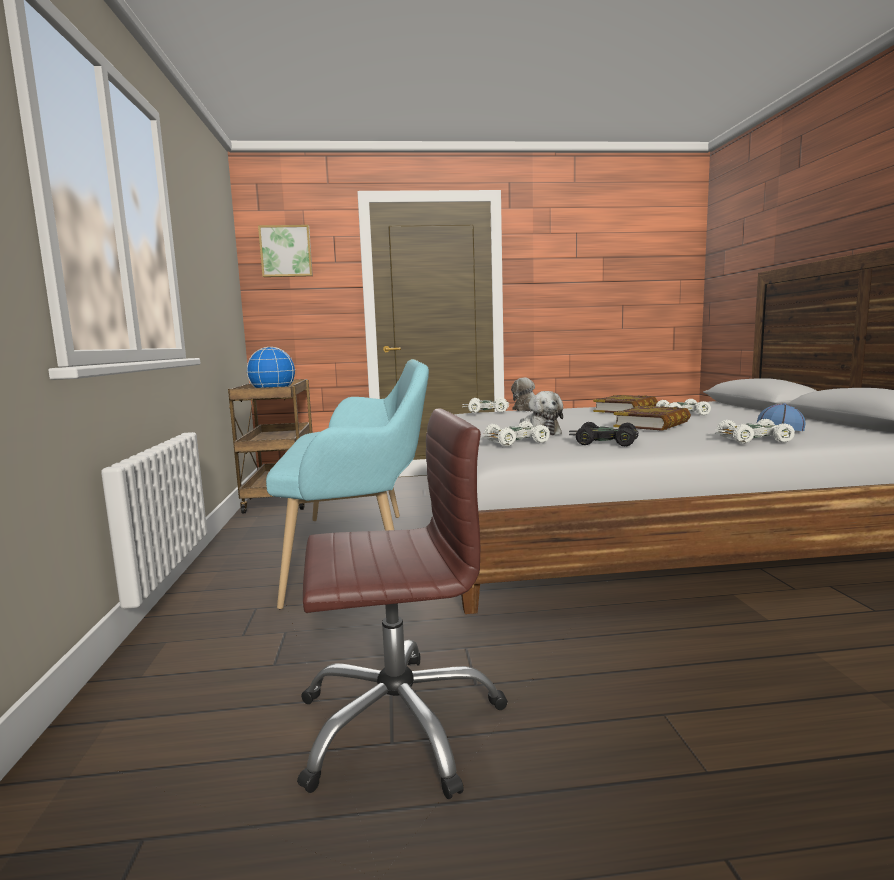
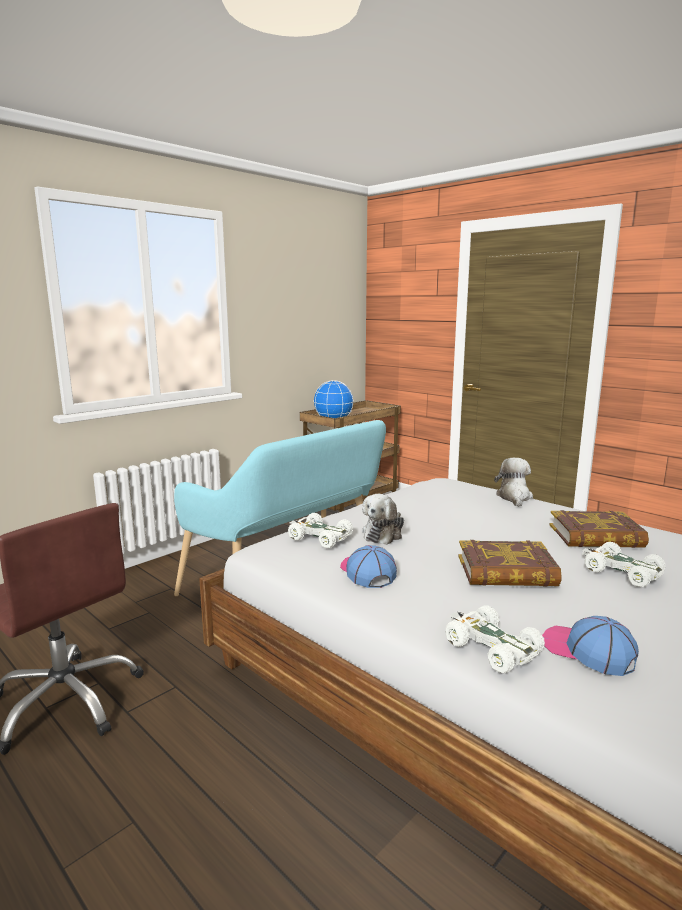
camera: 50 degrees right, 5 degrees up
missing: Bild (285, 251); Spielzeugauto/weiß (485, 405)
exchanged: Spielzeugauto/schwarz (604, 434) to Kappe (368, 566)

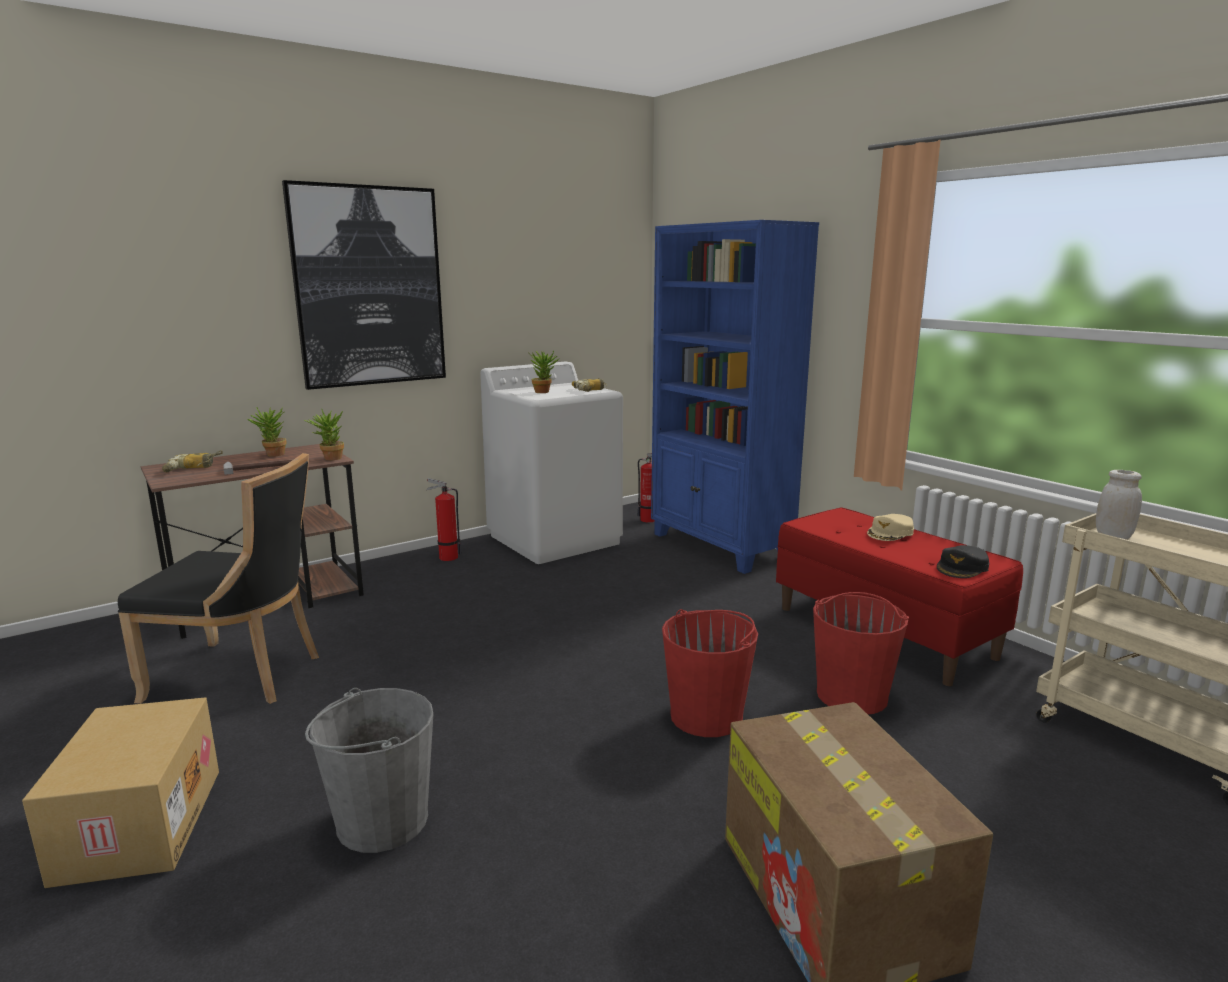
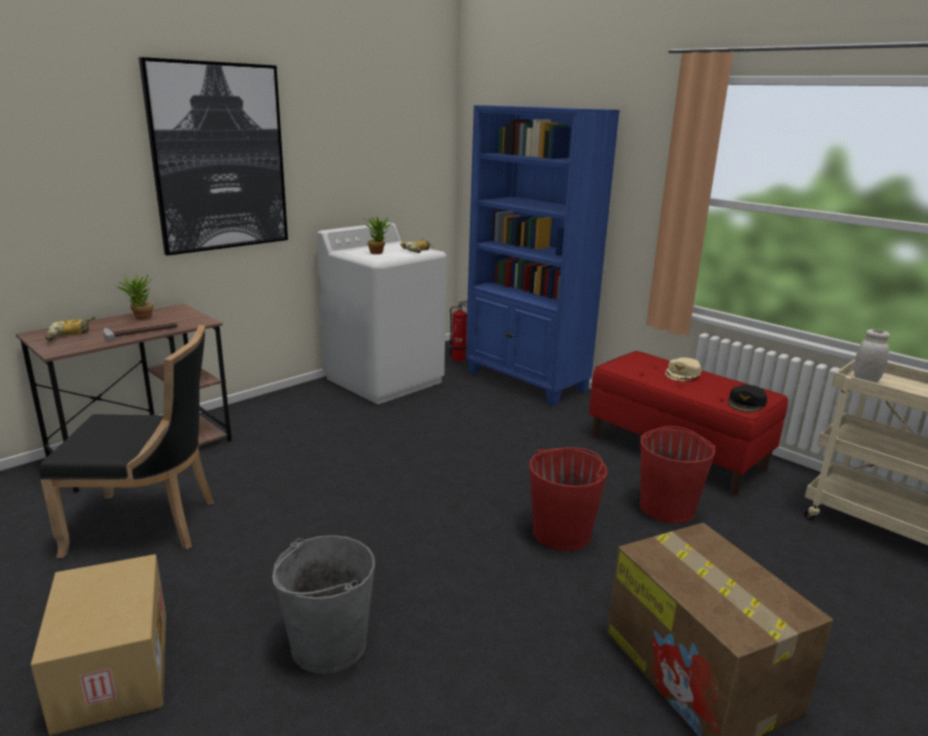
camera: 10 degrees left, 5 degrees up
missing: Topfpflanze (324, 434); Feuerlöscher (443, 519)

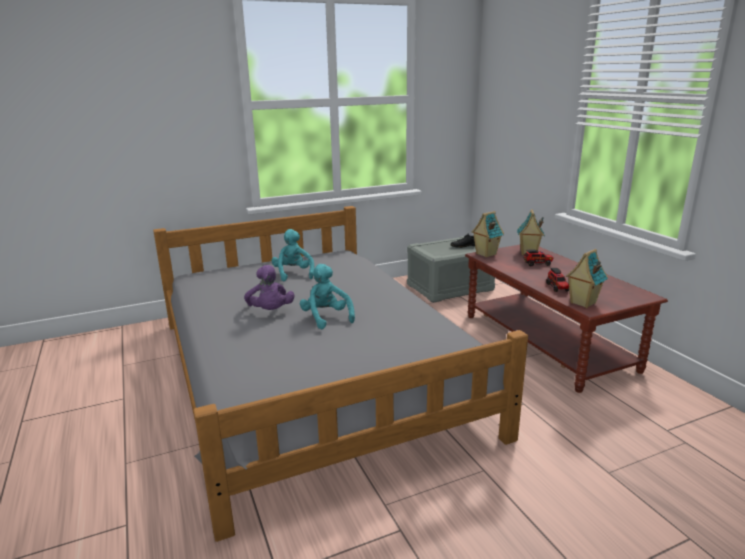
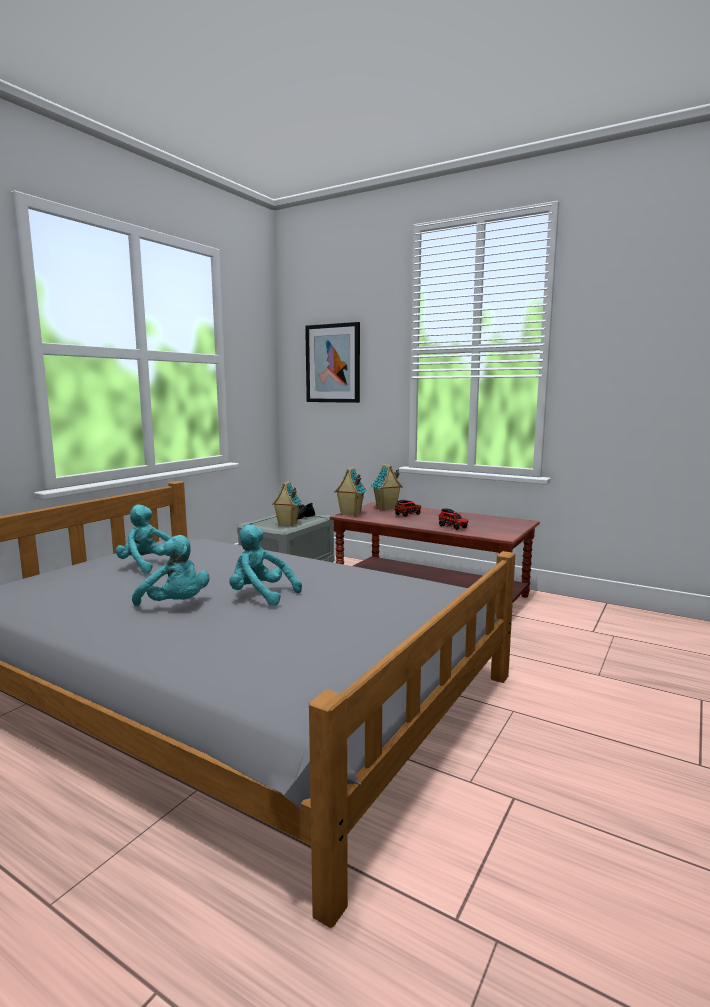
camera: 35 degrees left, 10 degrees down
appeared: Bild (332, 362)
relocated: Spielzeughaus (587, 278) to (287, 504)
colour: Plüschtier/lila (269, 287) to Plüschtier/türkis (170, 570)

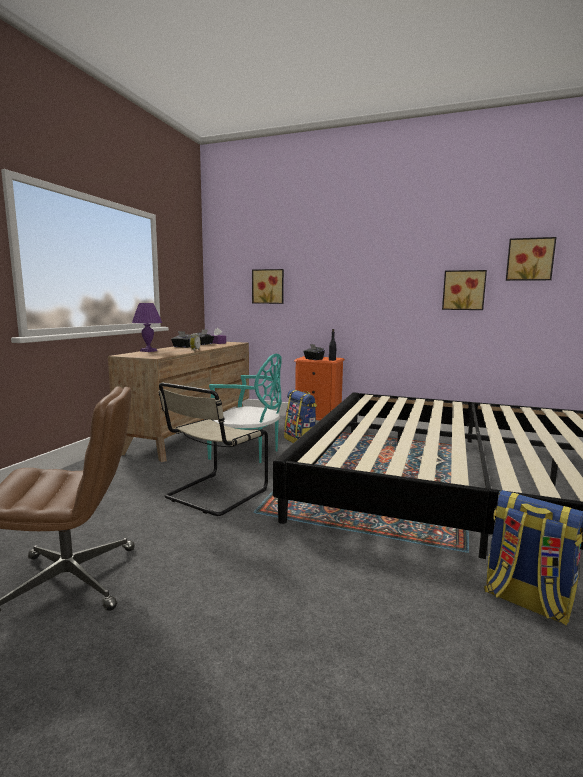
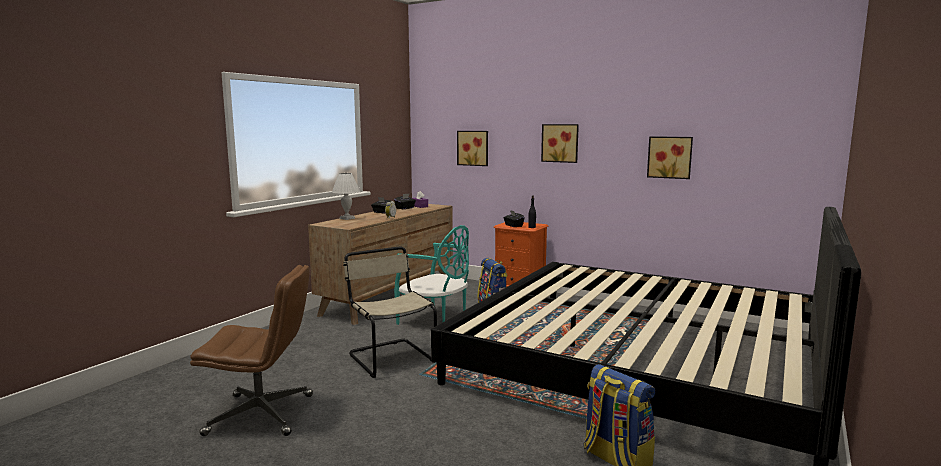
camera: 10 degrees right, 0 degrees up
relocated: Bild (531, 259) to (560, 143)
colour: Tischlampe/lila (147, 327) to Tischlampe/weiß (346, 196)
spun: Stuhl/beige (213, 449) = (390, 312) 105 degrees clockwise

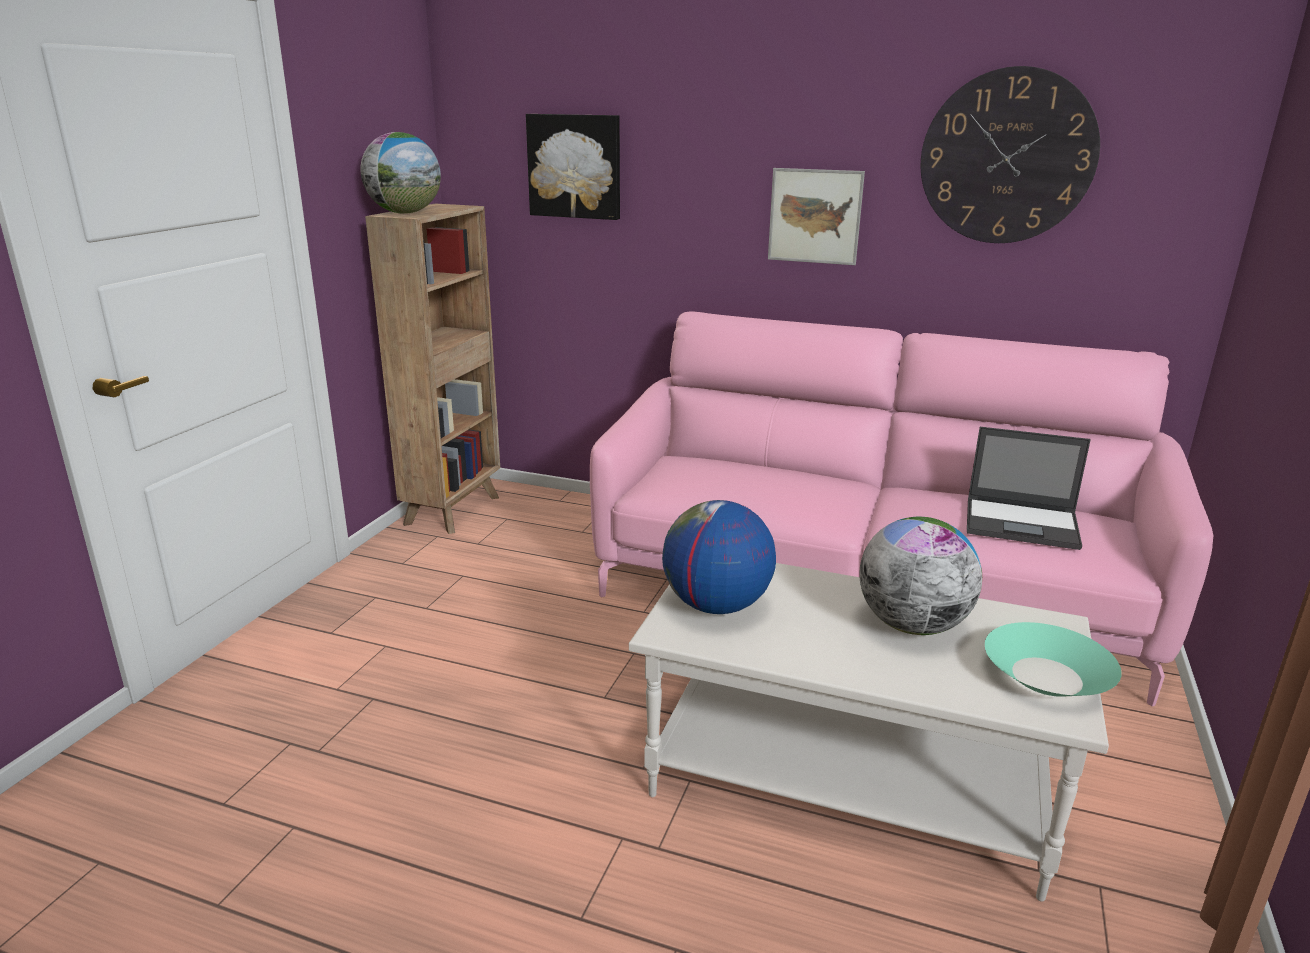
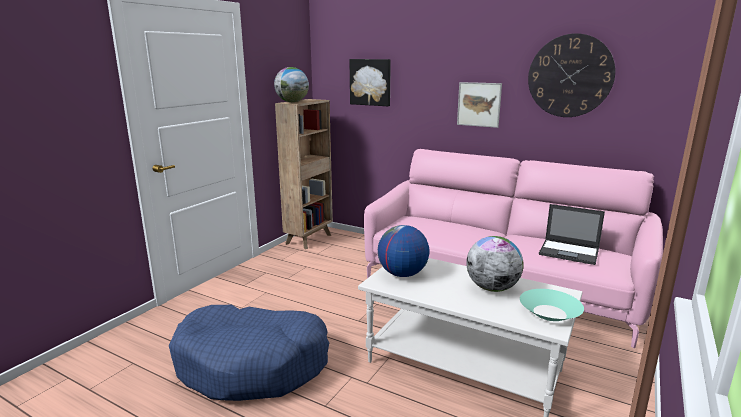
camera: 10 degrees right, 5 degrees down
appeared: Hundebett/blau (249, 353)

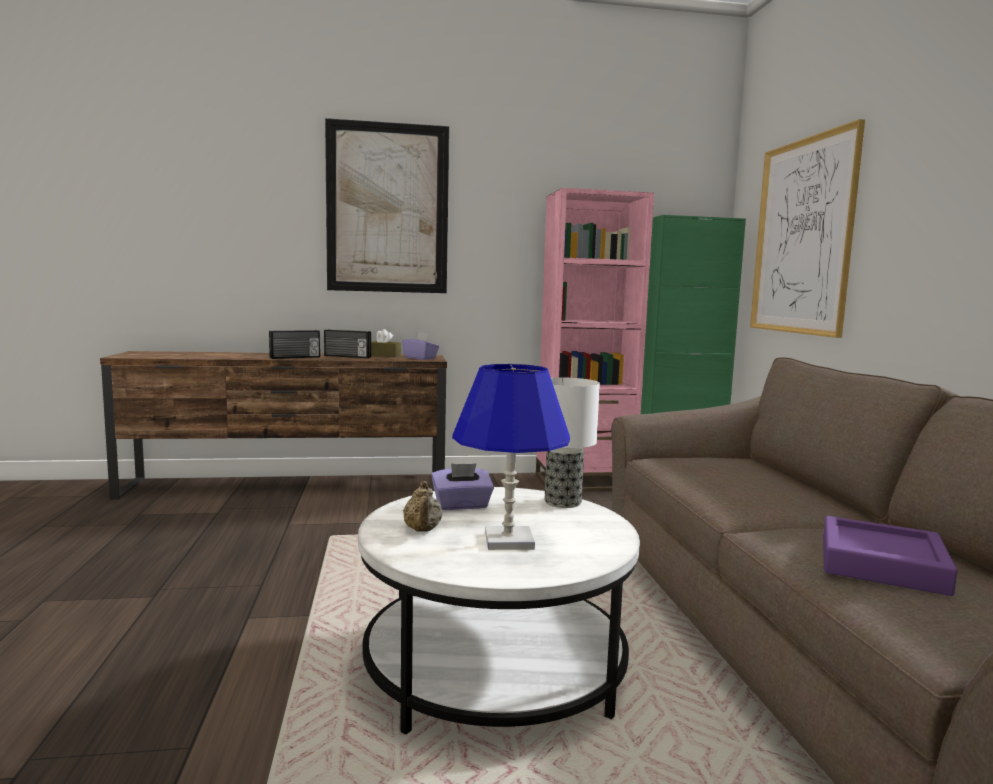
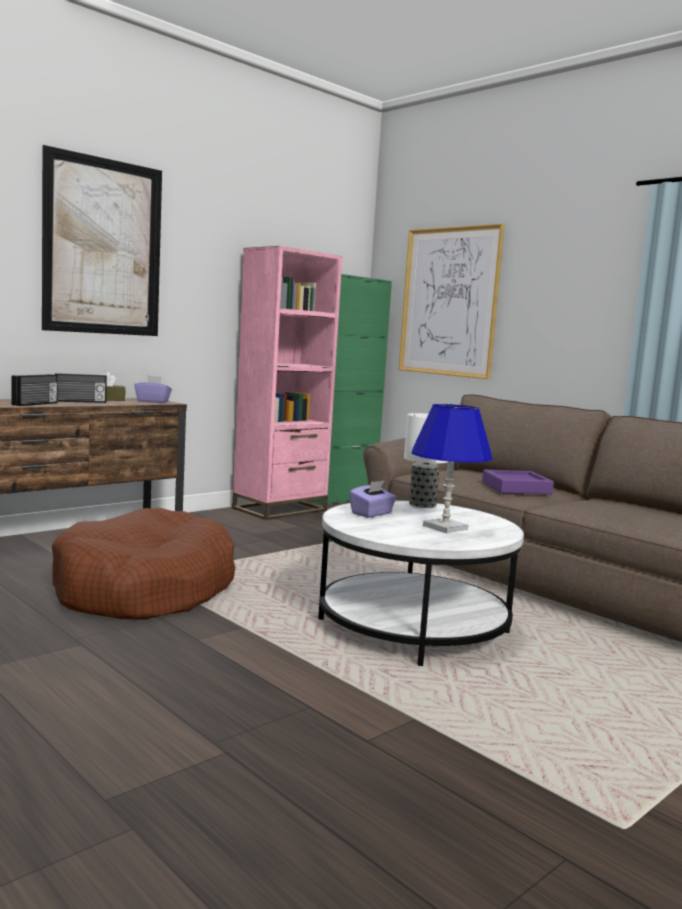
camera: 35 degrees left, 0 degrees up
missing: Teekanne/beige (423, 506)
appeared: Hundebett/braun (143, 563)
relocated: Tablett/lila (890, 556) to (518, 481)

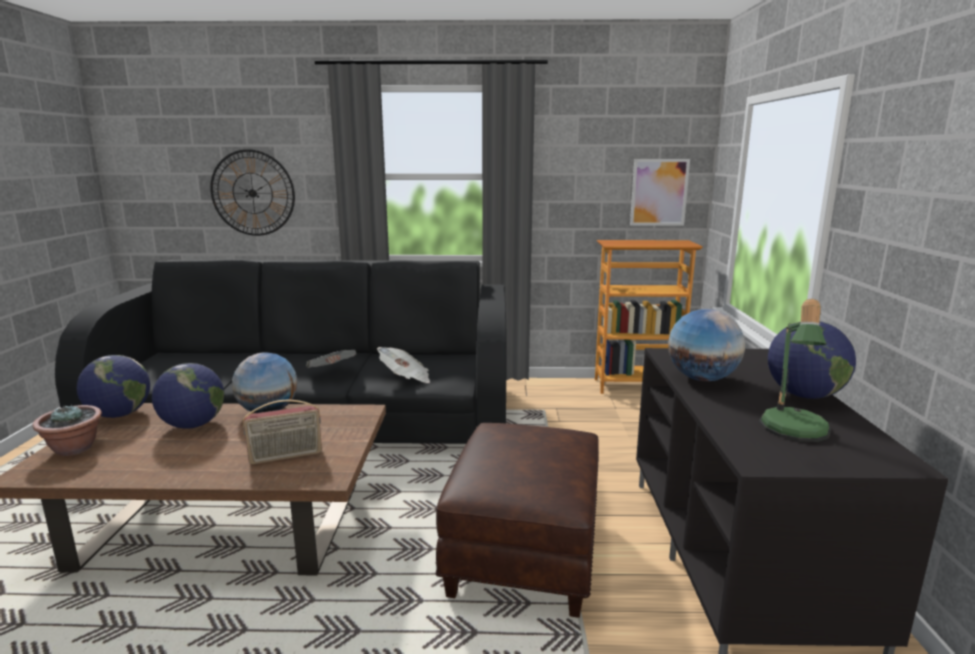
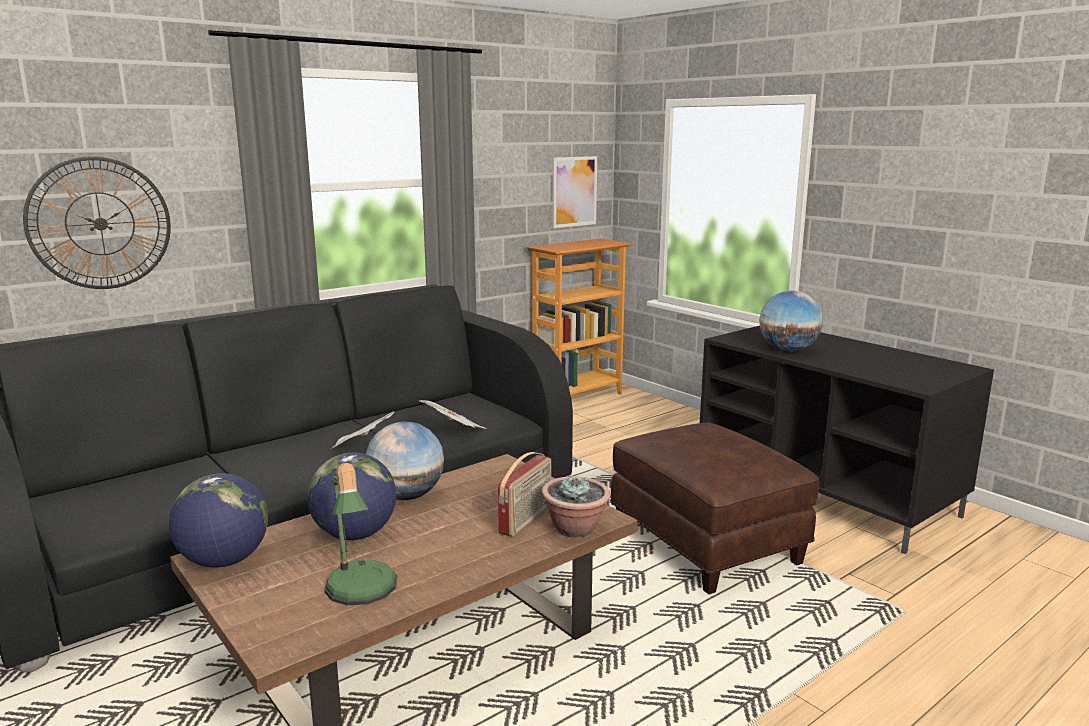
camera: 40 degrees left, 0 degrees up
missing: Globus (812, 360)
relocated: Topfpflanze (67, 430) to (576, 507); Tischlampe (795, 370) to (360, 534)

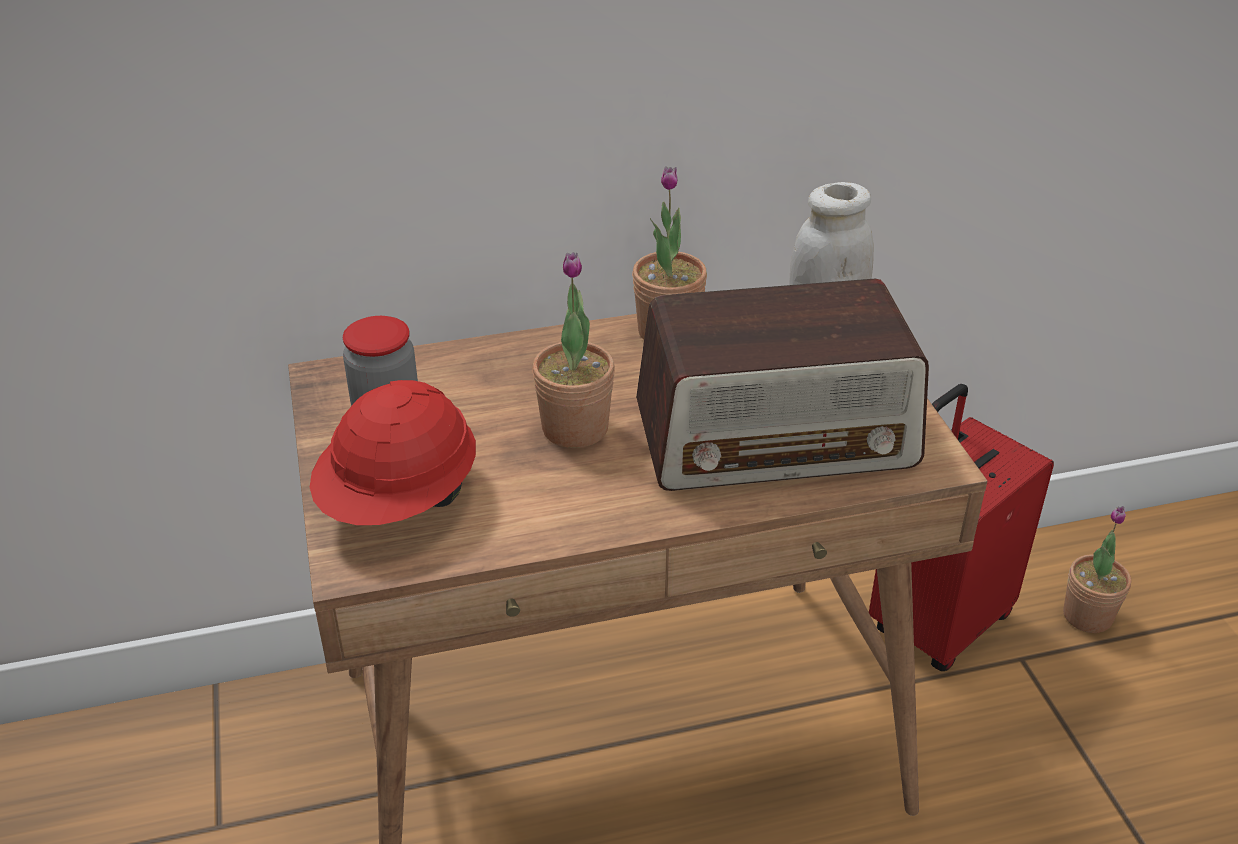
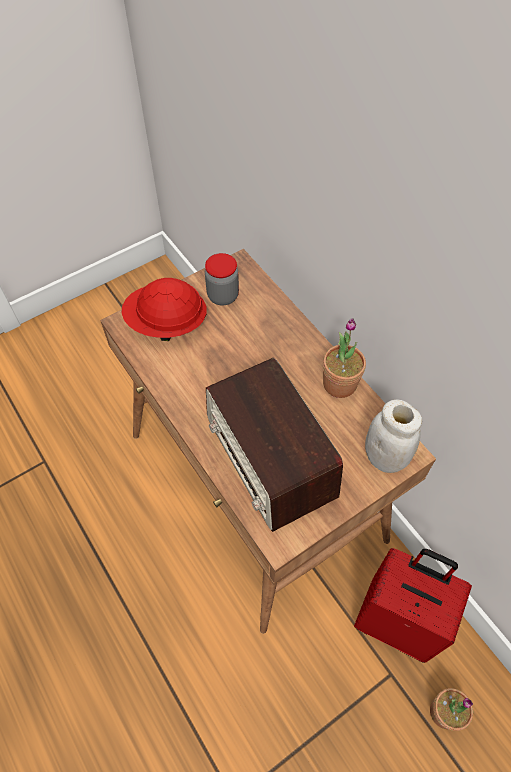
camera: 70 degrees right, 20 degrees up
missing: Topfpflanze (573, 350)

